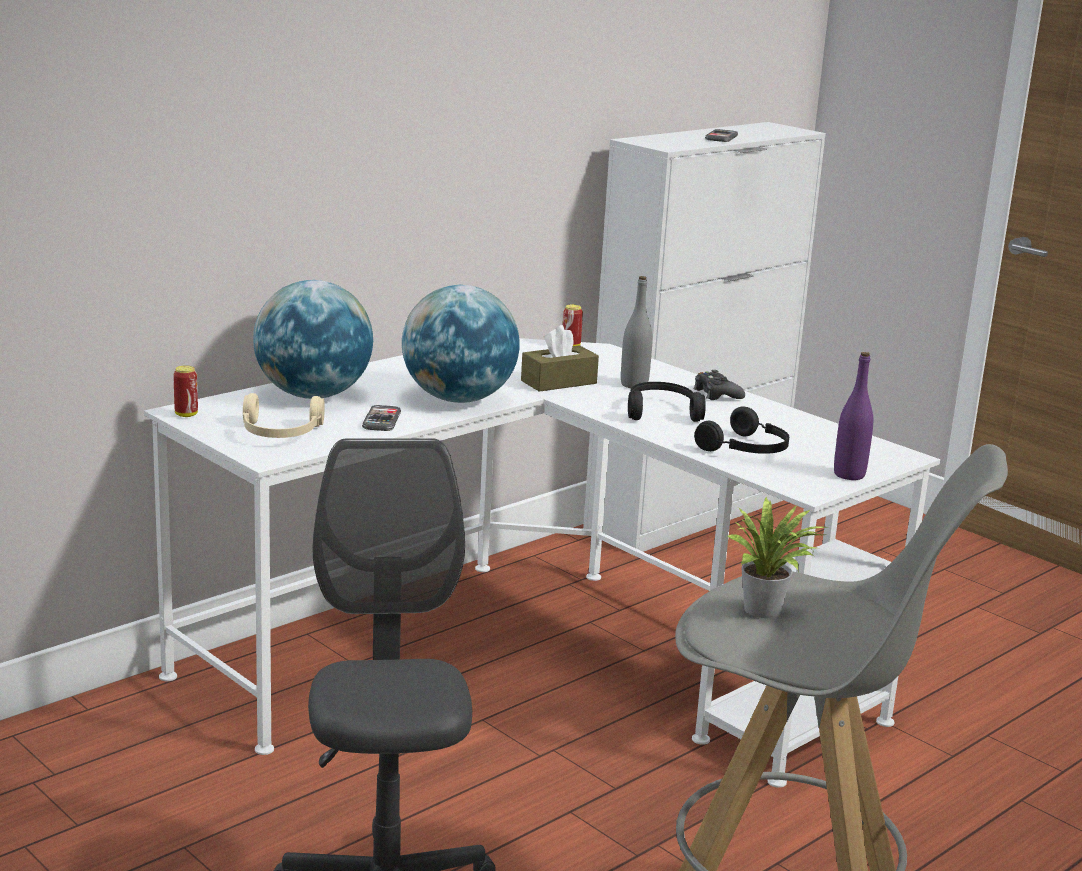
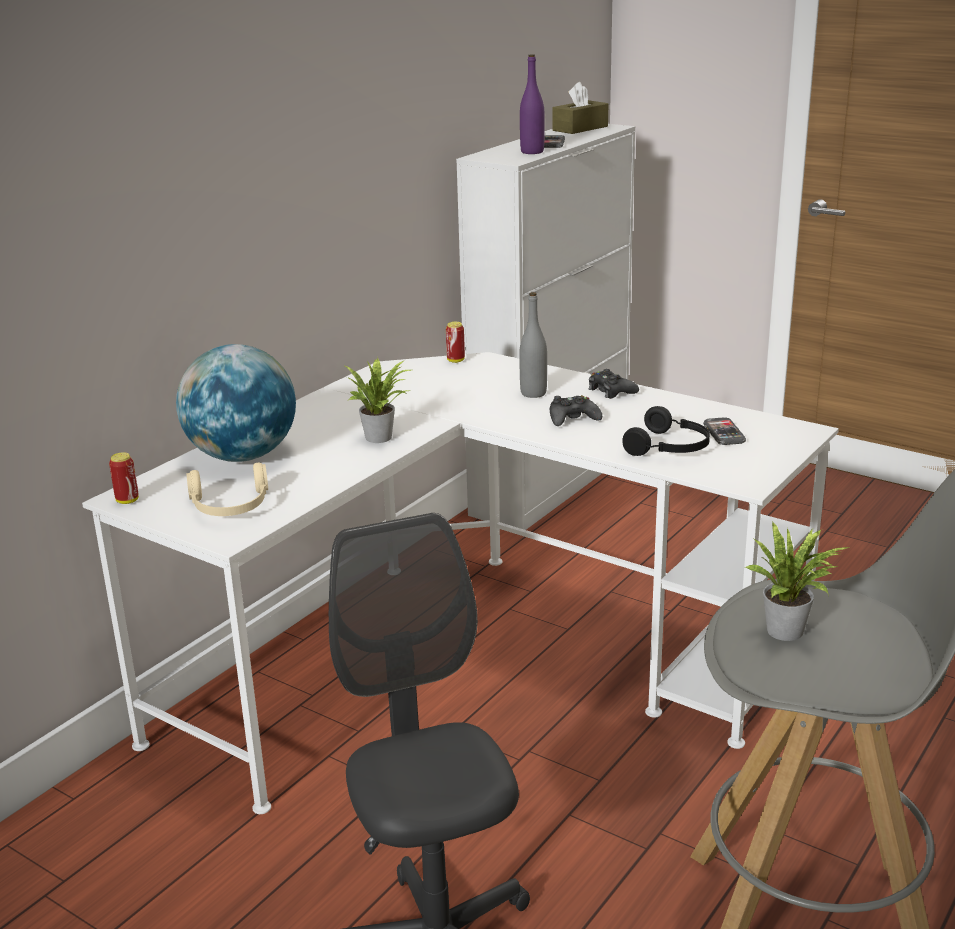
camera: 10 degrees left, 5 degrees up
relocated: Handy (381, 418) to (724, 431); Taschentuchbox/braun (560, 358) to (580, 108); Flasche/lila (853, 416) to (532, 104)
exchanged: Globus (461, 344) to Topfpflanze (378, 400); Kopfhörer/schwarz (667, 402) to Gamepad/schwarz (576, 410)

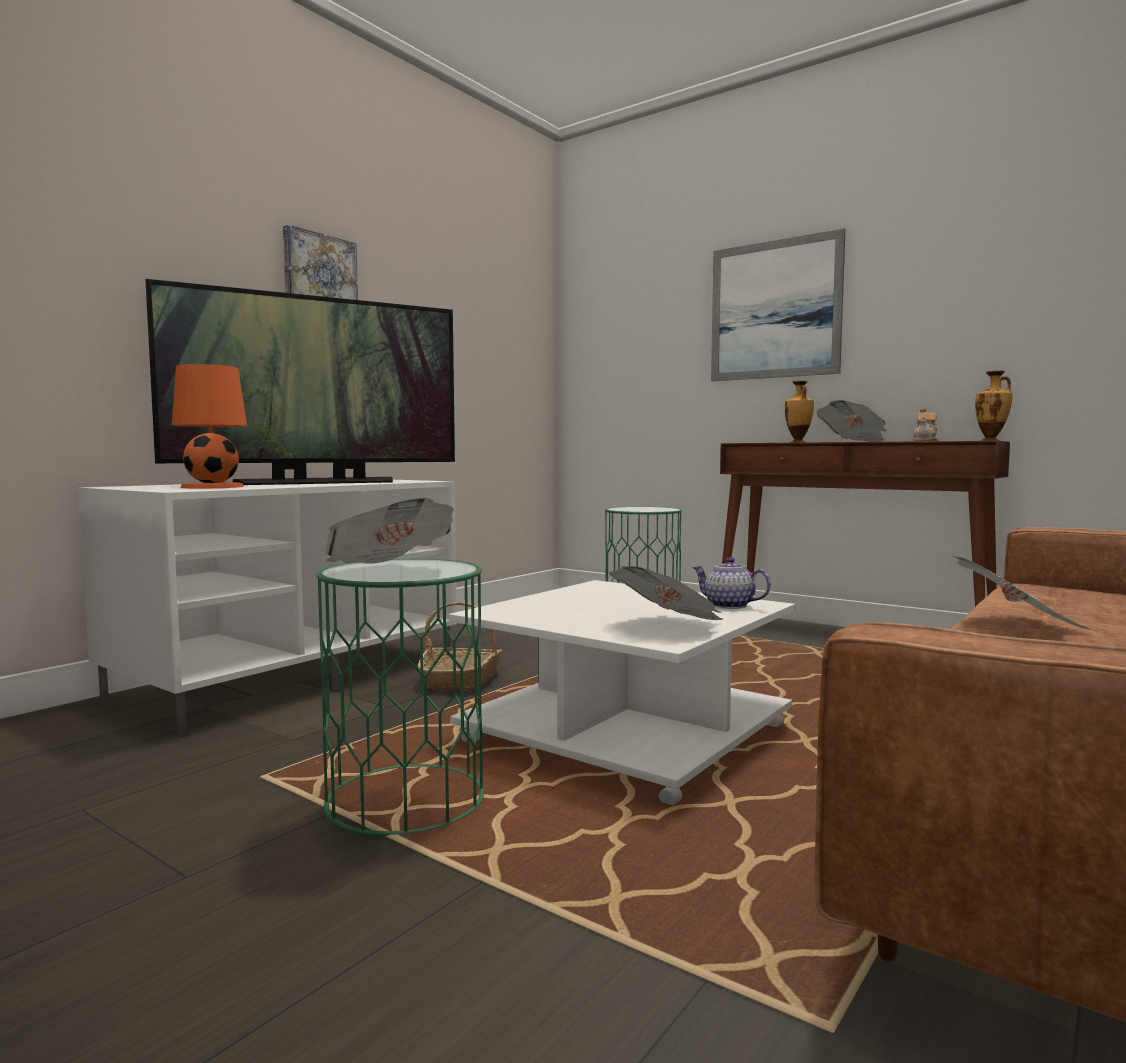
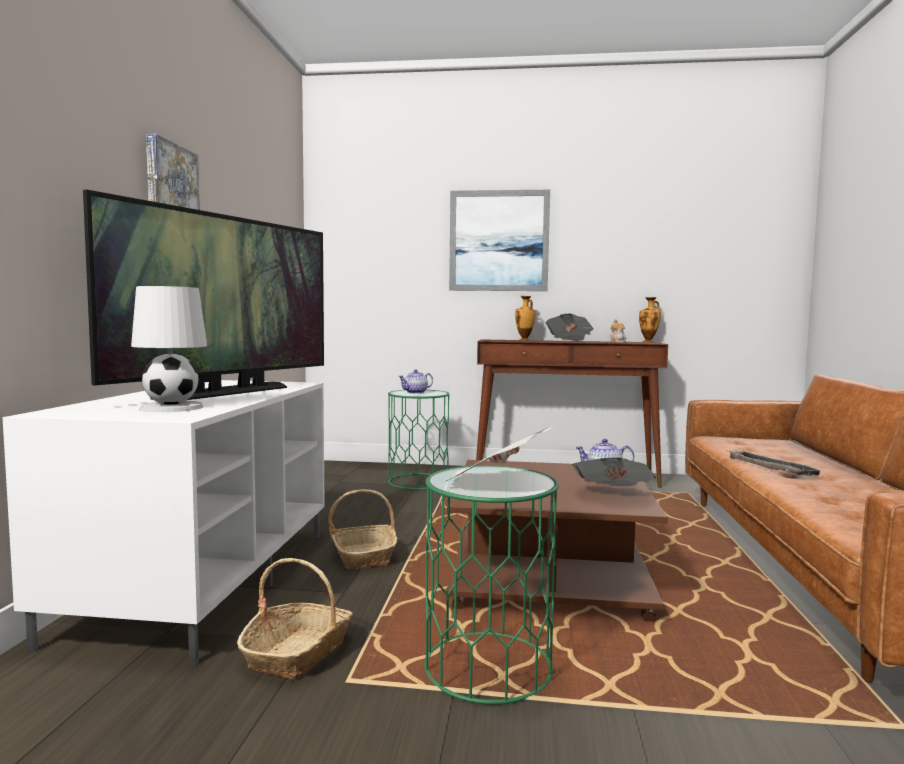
camera: 30 degrees left, 0 degrees up
appeared: Korb (295, 619); Teekanne (415, 381)
exchanged: Zeitung (1022, 593) to Tablett (774, 463)
colour: Tischlampe/orange (209, 426) to Tischlampe/weiß (169, 349); Couchtisch/weiß (622, 692) to Couchtisch/braun (557, 541)

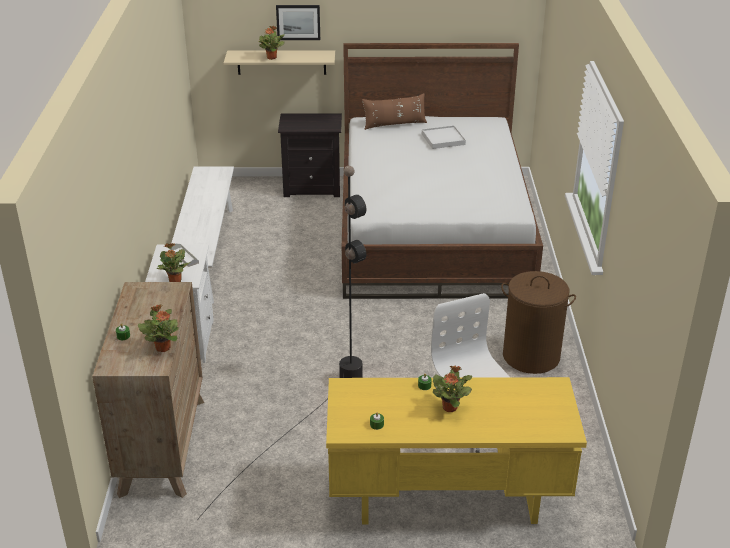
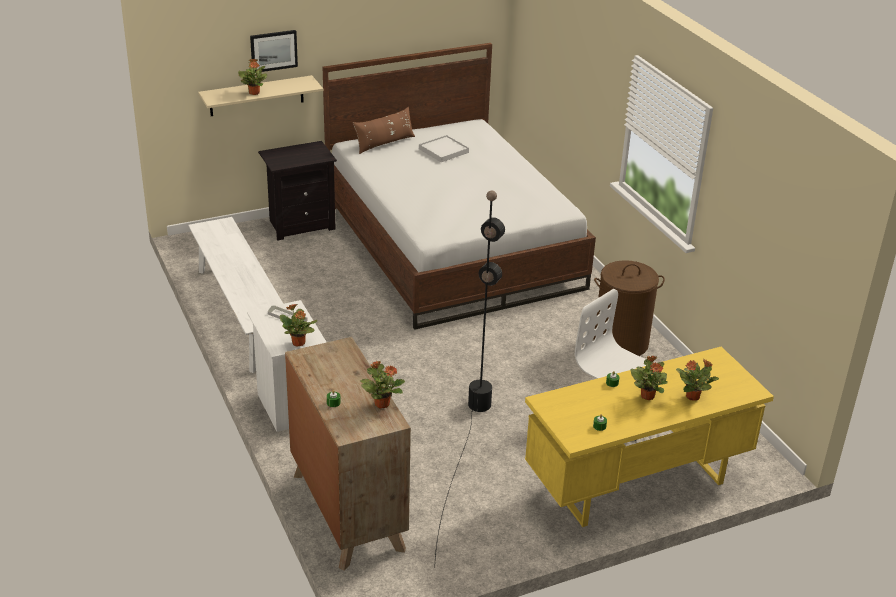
camera: 25 degrees left, 0 degrees up
appeared: Topfpflanze (697, 380)

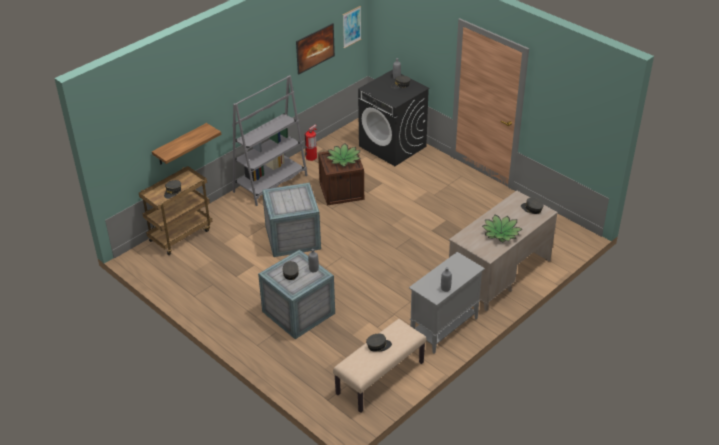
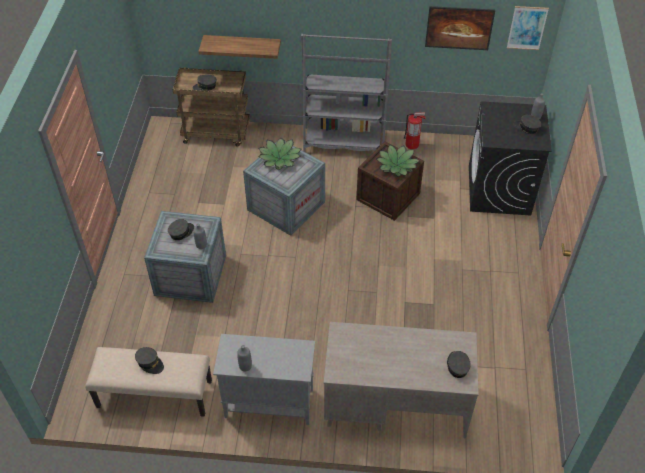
camera: 50 degrees right, 10 degrees up
relocated: Topfpflanze (502, 228) to (279, 154)

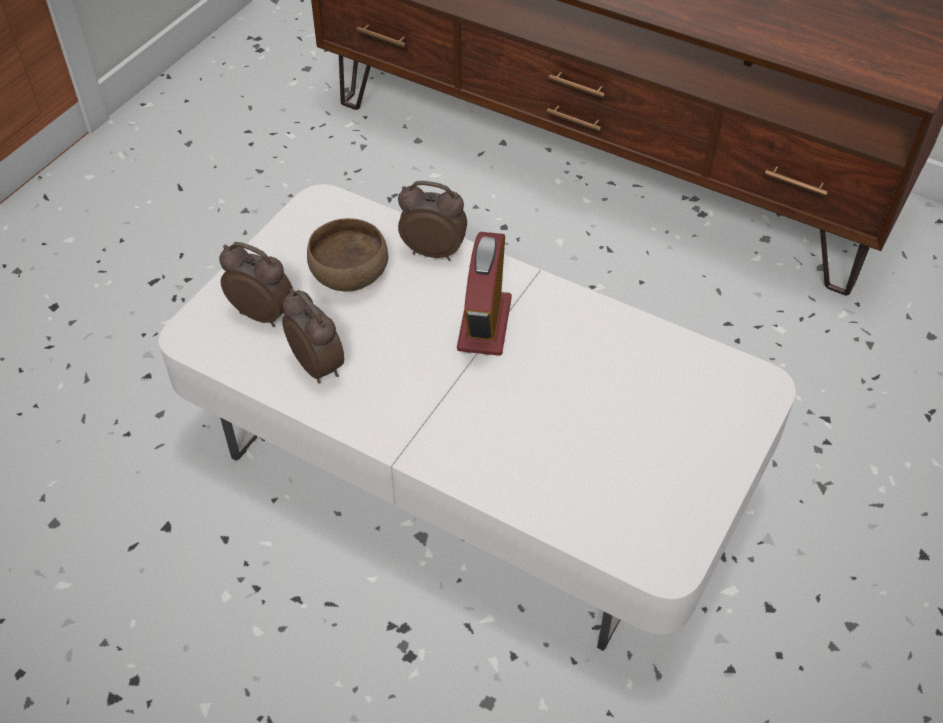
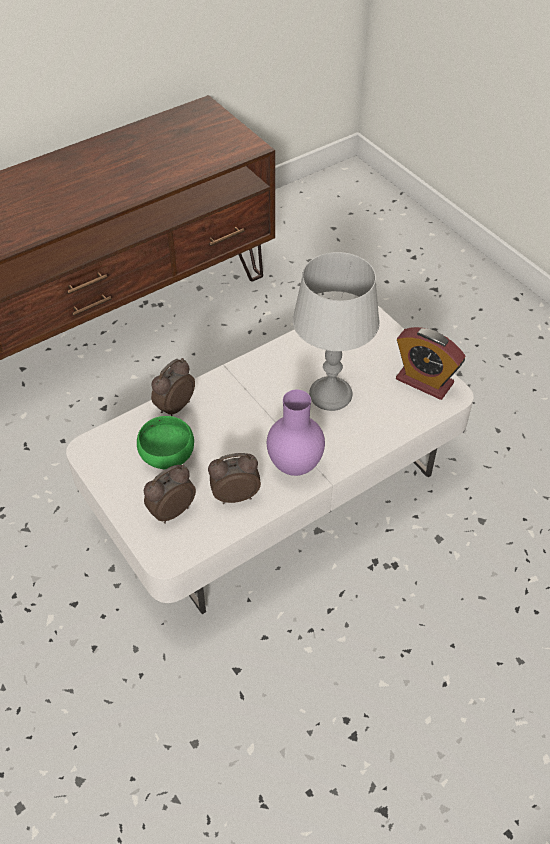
camera: 65 degrees left, 0 degrees up
appeared: Vase/lila (296, 433); Tischlampe/grau (336, 331)
relocated: Wecker (484, 294) to (431, 363)
colour: Schüssel/braun (347, 255) to Schüssel/grün (165, 442)

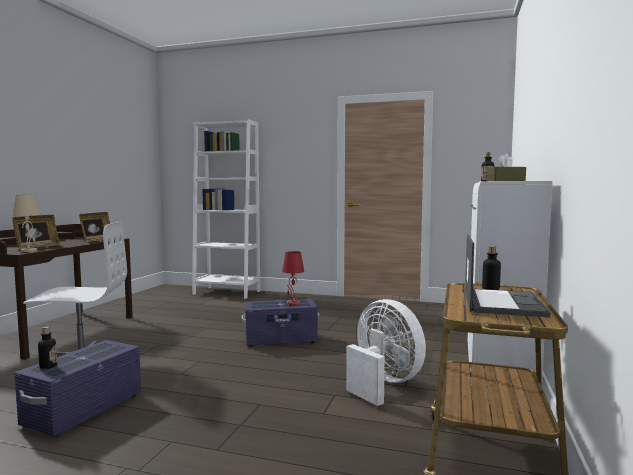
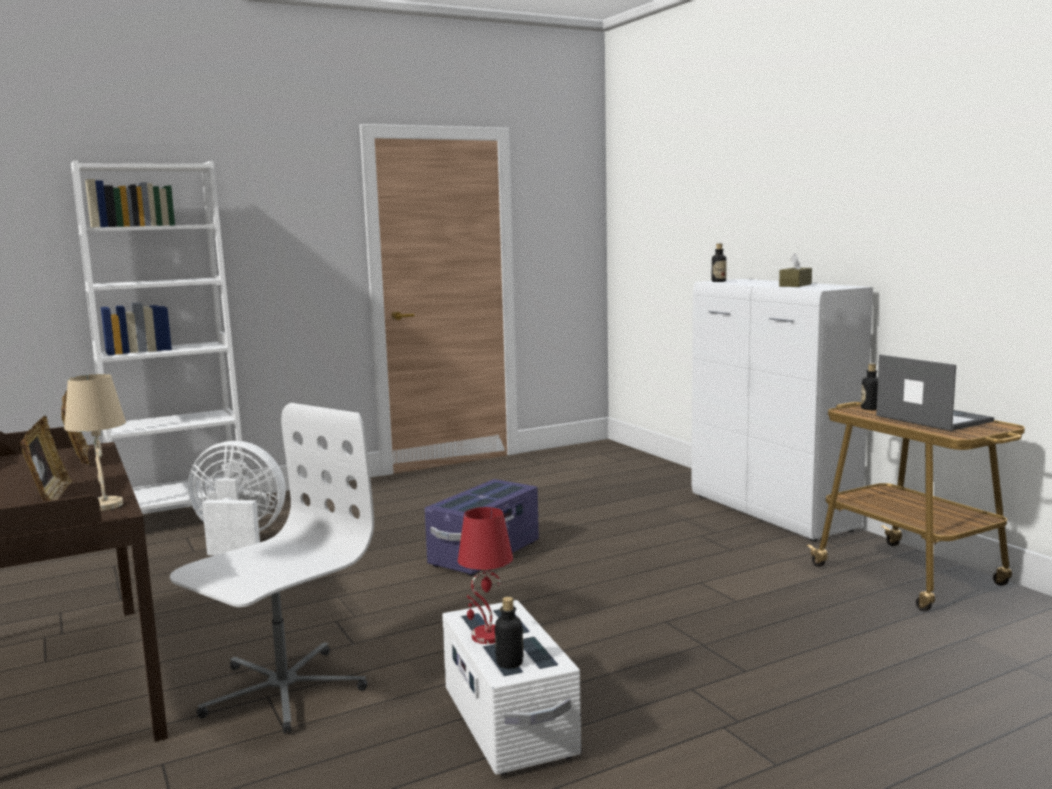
camera: 45 degrees left, 5 degrees up
relocated: Tischlampe/rot (293, 278) to (485, 575); Ventilator/weiß (386, 352) to (237, 498)
colour: Aufbewahrungsbox/lila (77, 388) to Aufbewahrungsbox/weiß (511, 687)

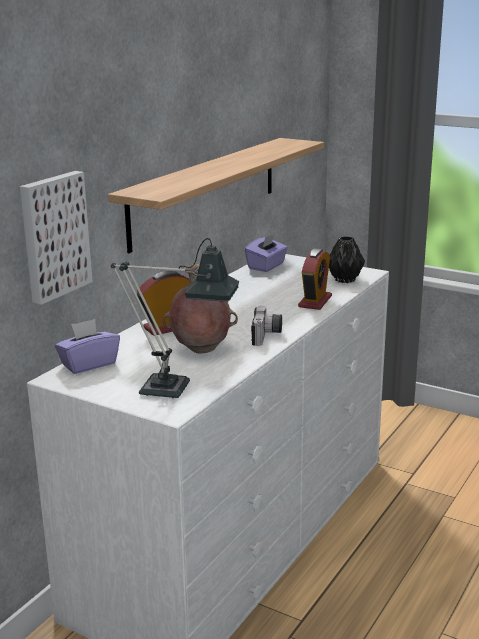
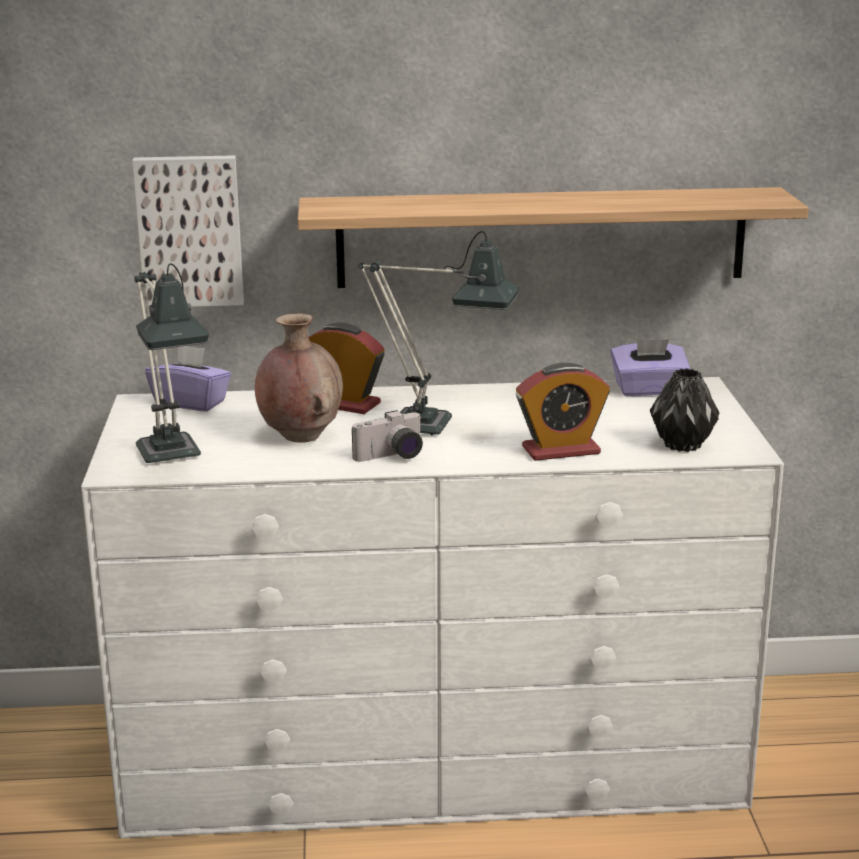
camera: 55 degrees right, 0 degrees up
appeared: Tischlampe (438, 333)

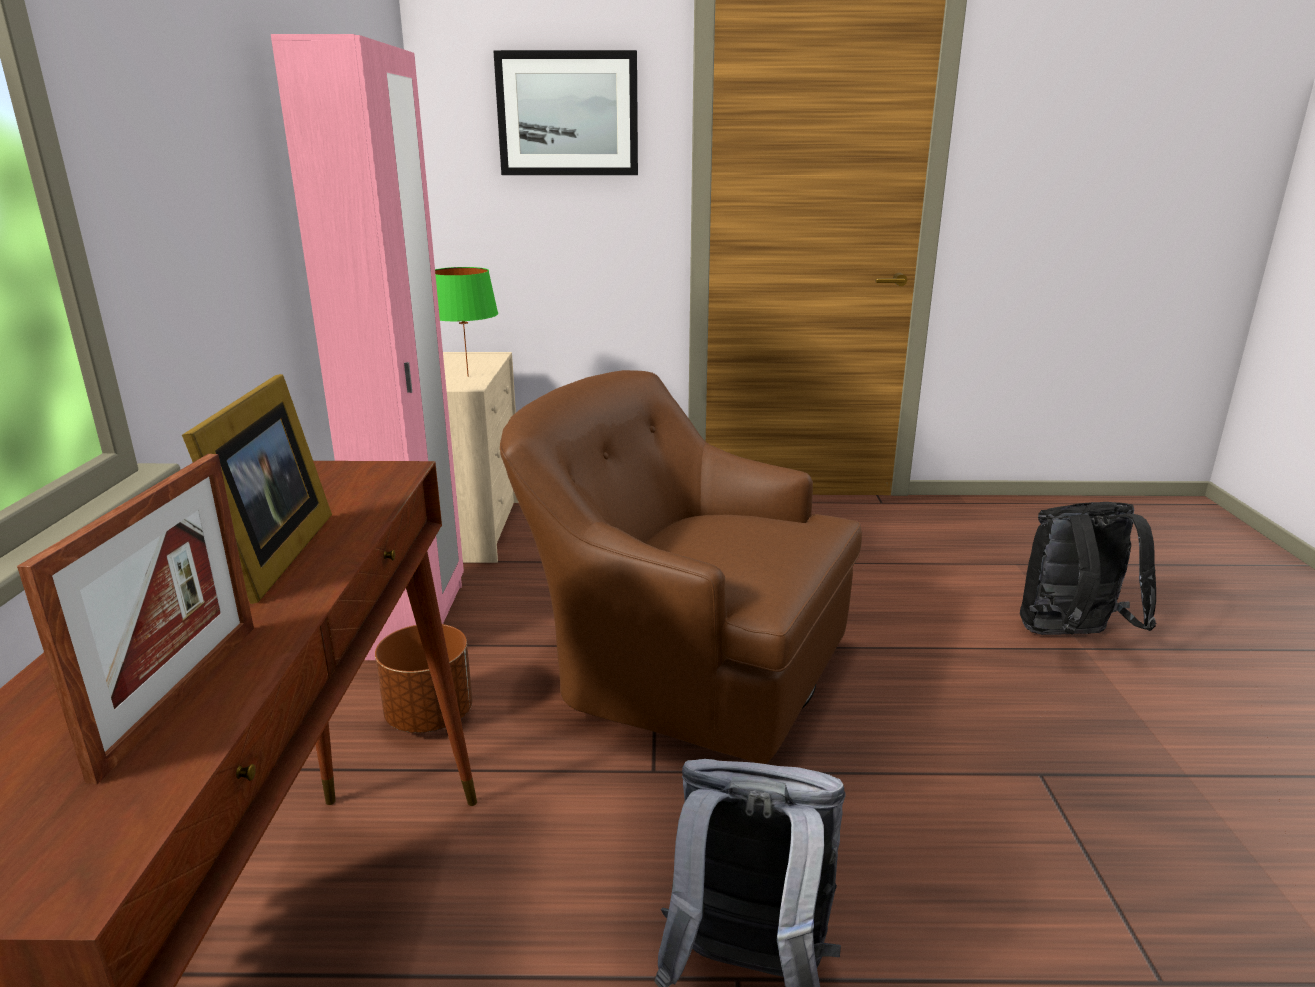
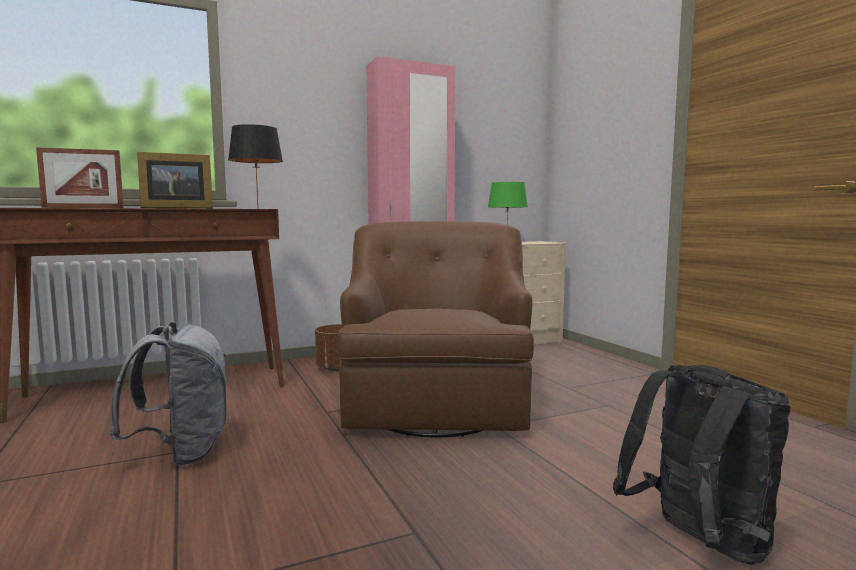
camera: 65 degrees right, 15 degrees down
missing: Bild (565, 112)
appeared: Tischlampe/schwarz (255, 165)

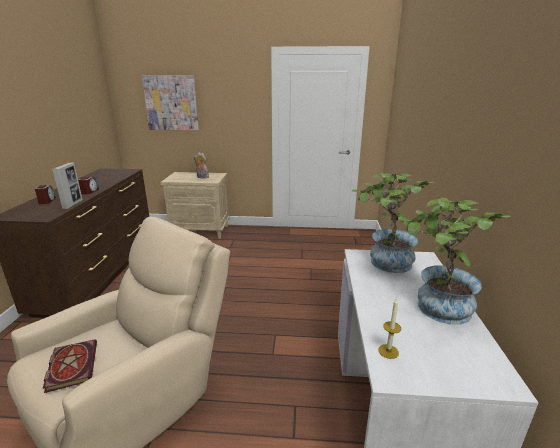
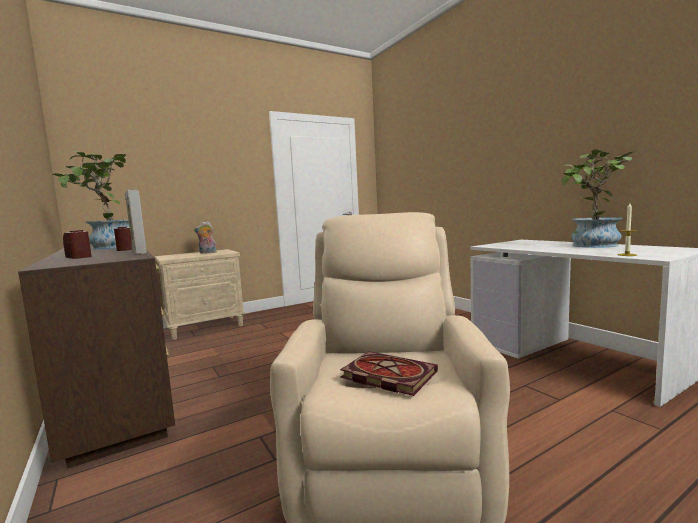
camera: 35 degrees left, 15 degrees down
missing: Bild (170, 102)
relocated: Topfpflanze (393, 223) to (91, 200)

